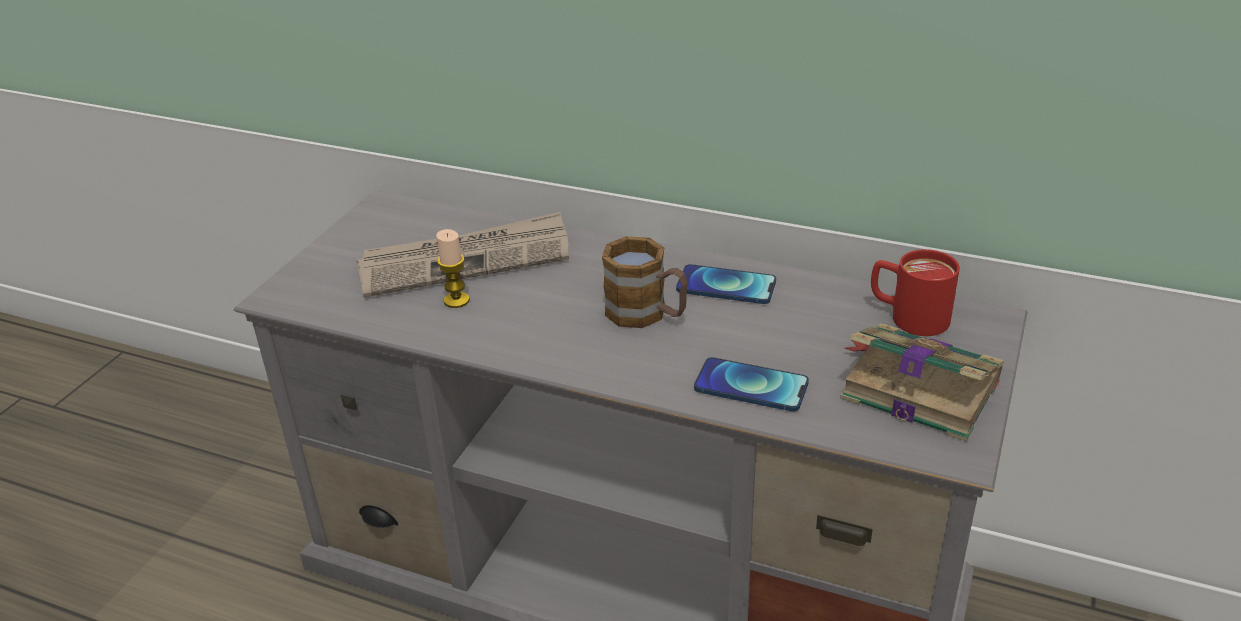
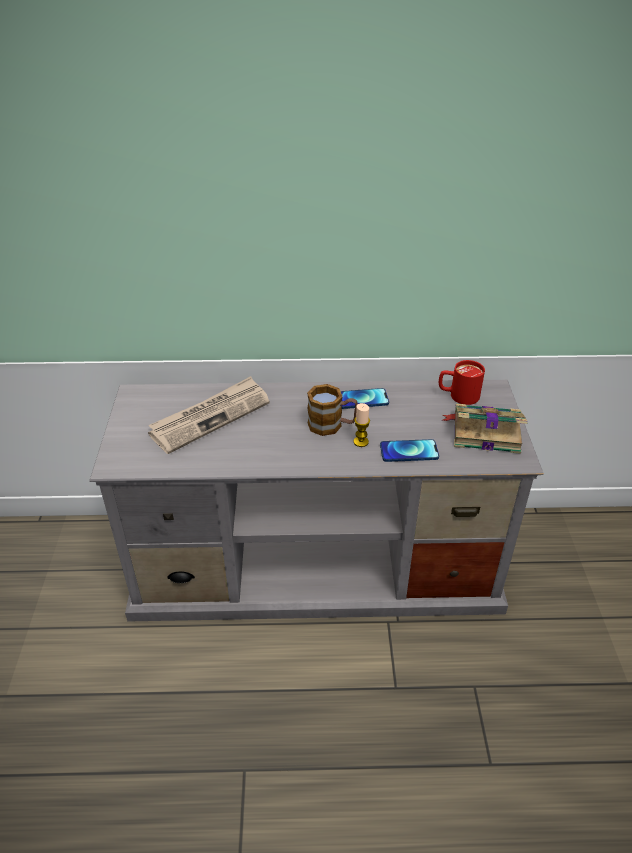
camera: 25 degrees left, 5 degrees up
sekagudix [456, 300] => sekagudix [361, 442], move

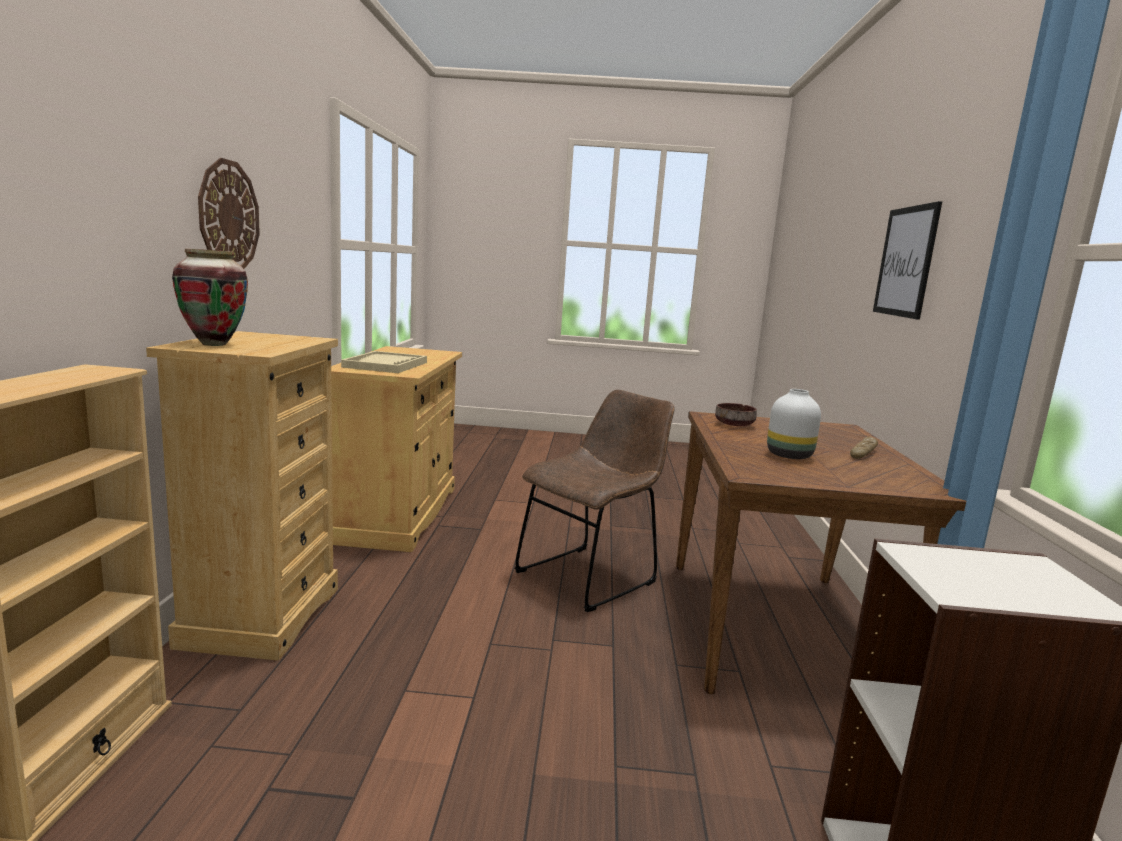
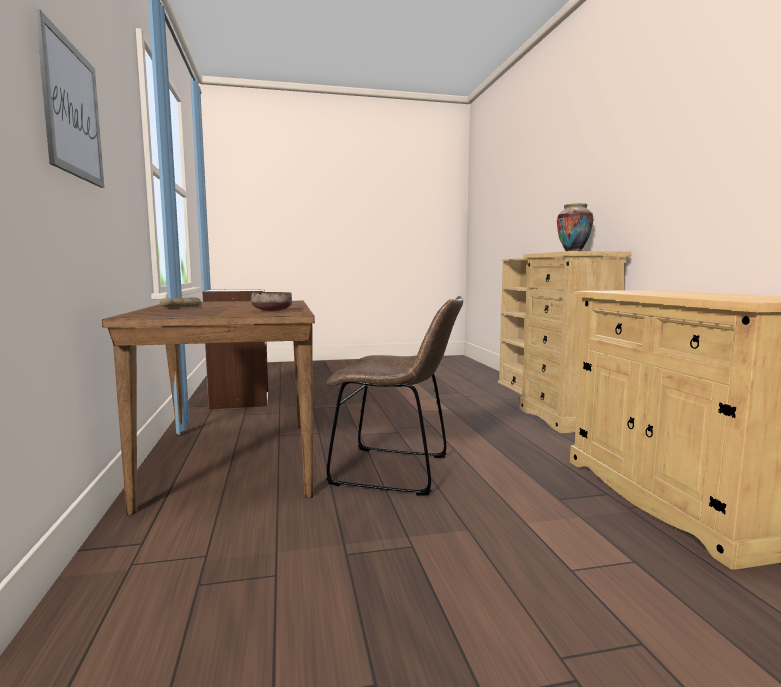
camera: 165 degrees right, 5 degrees down
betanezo [228, 216] => nothing
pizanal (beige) [386, 365] => nothing
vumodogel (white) [788, 455] => nothing
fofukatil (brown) [590, 575] => fofukatil (brown) [398, 471], 105 degrees counterclockwise

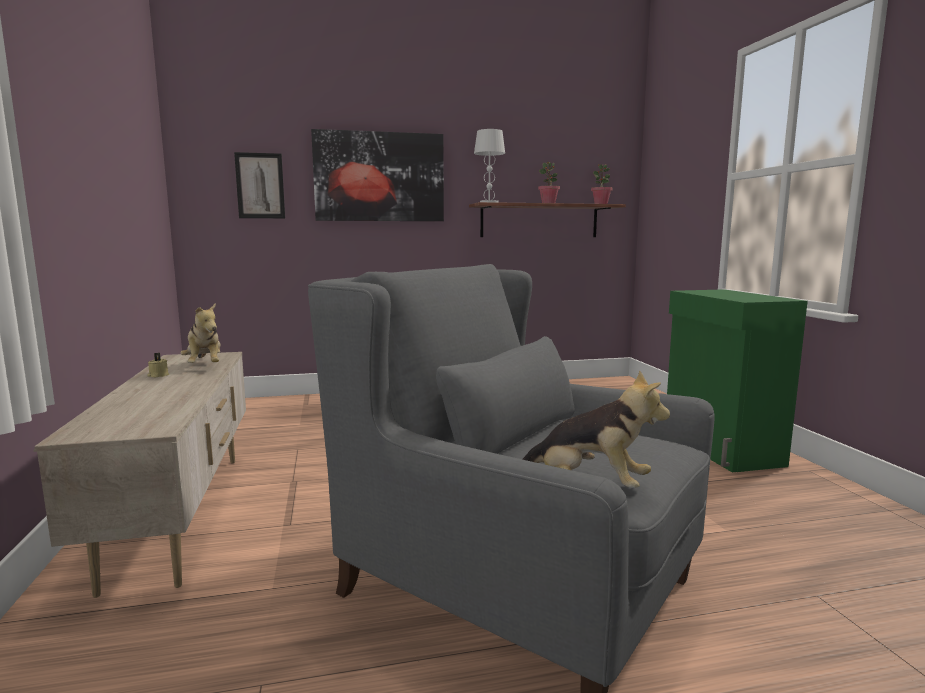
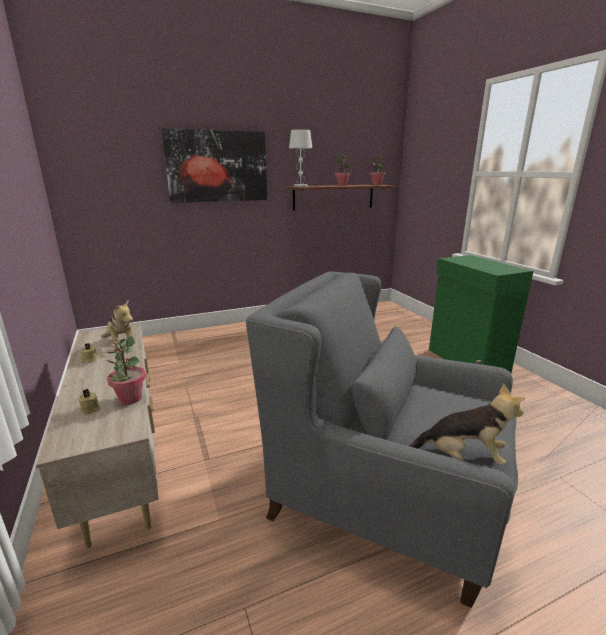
camera: 10 degrees left, 10 degrees up
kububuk [260, 186] => nothing
nothing => sekagudix (beige) [91, 410]
nothing => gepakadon [130, 399]

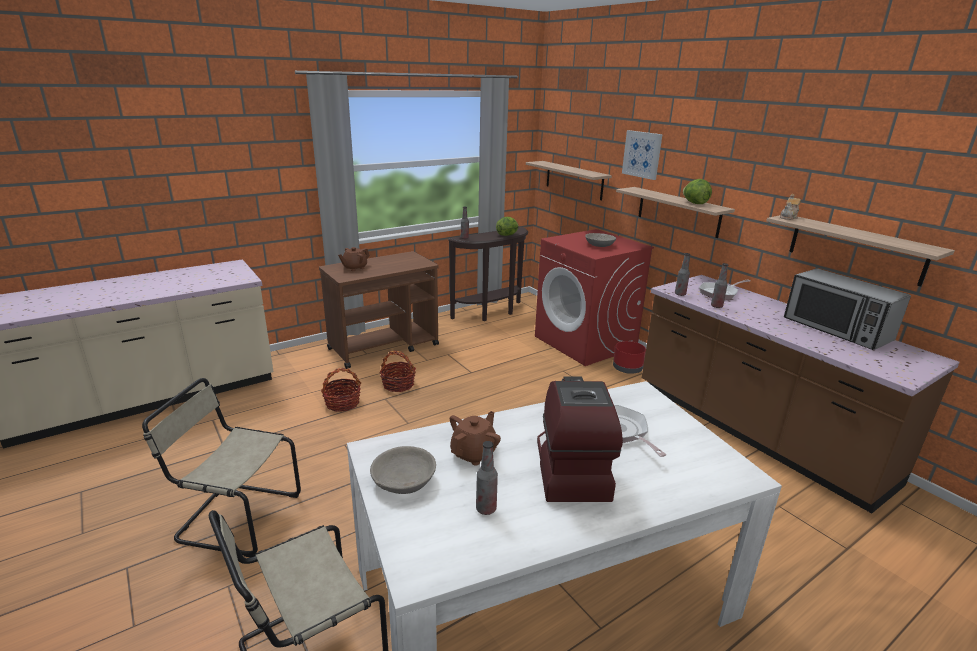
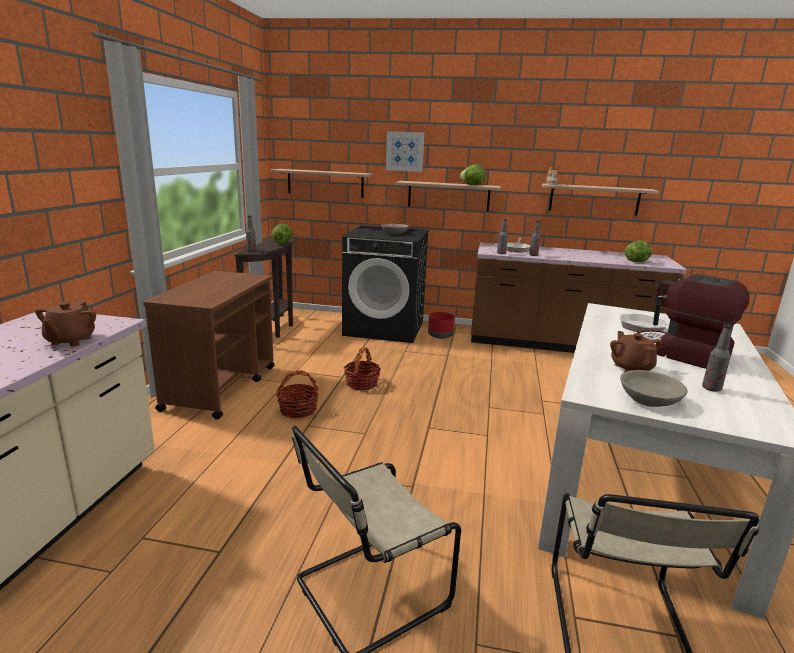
camera: 45 degrees left, 5 degrees down
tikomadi [836, 329] => nothing
nothing => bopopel [637, 262]
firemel [342, 403] => firemel [362, 383], move
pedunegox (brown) [354, 268] => pedunegox (brown) [70, 341], move
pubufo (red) [585, 342] => pubufo (black) [385, 328]

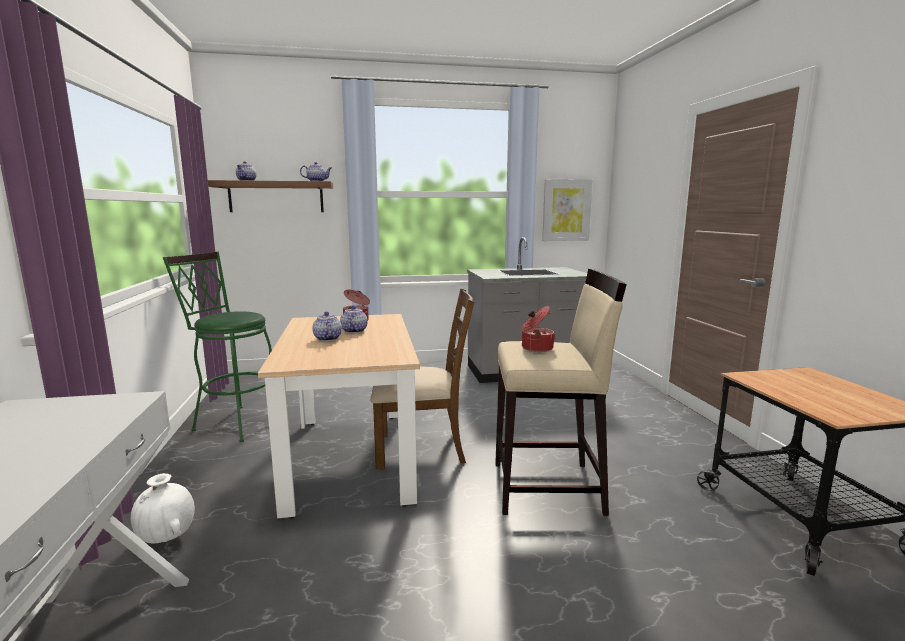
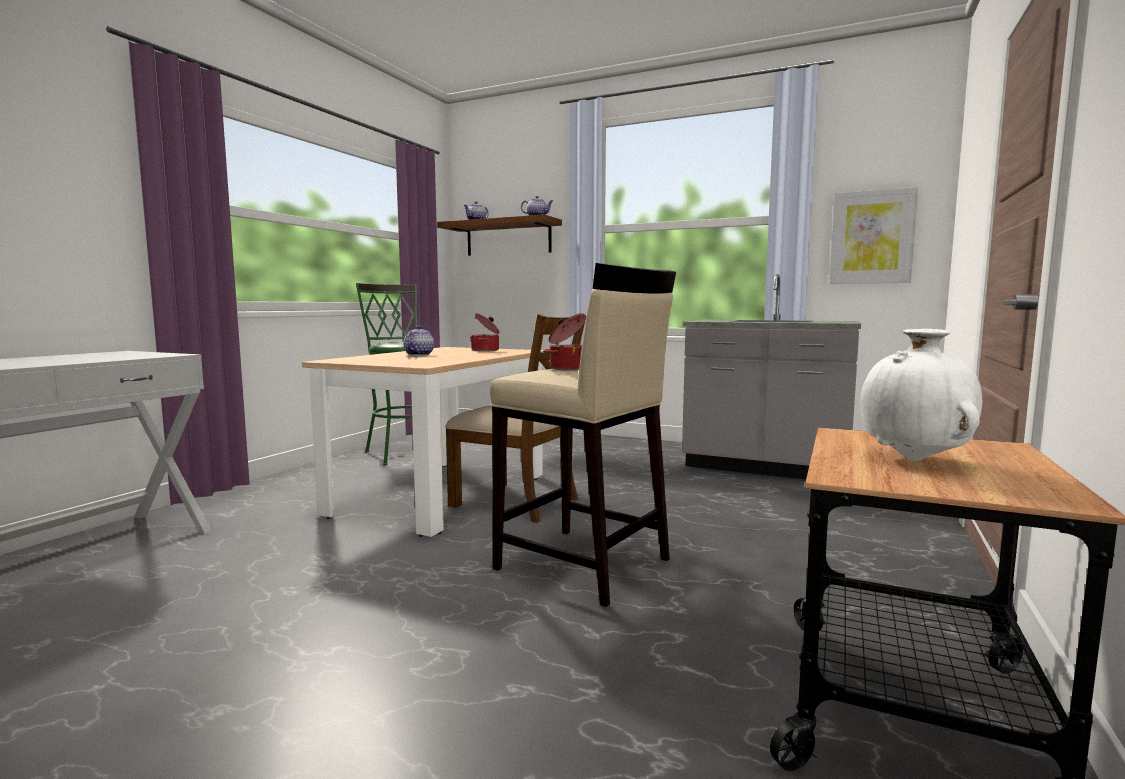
camera: 35 degrees right, 5 degrees down
pedunegox [354, 331] => nothing
vumodogel (white) [167, 540] => vumodogel (white) [914, 460], move

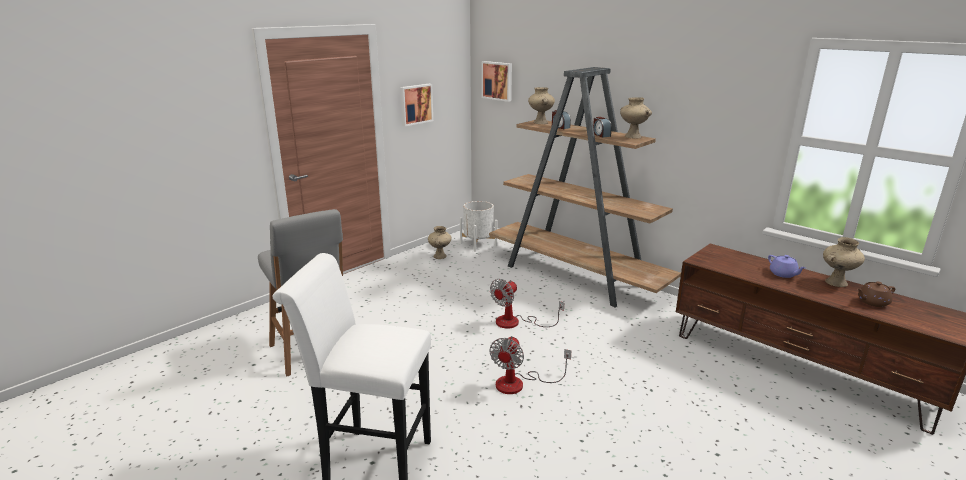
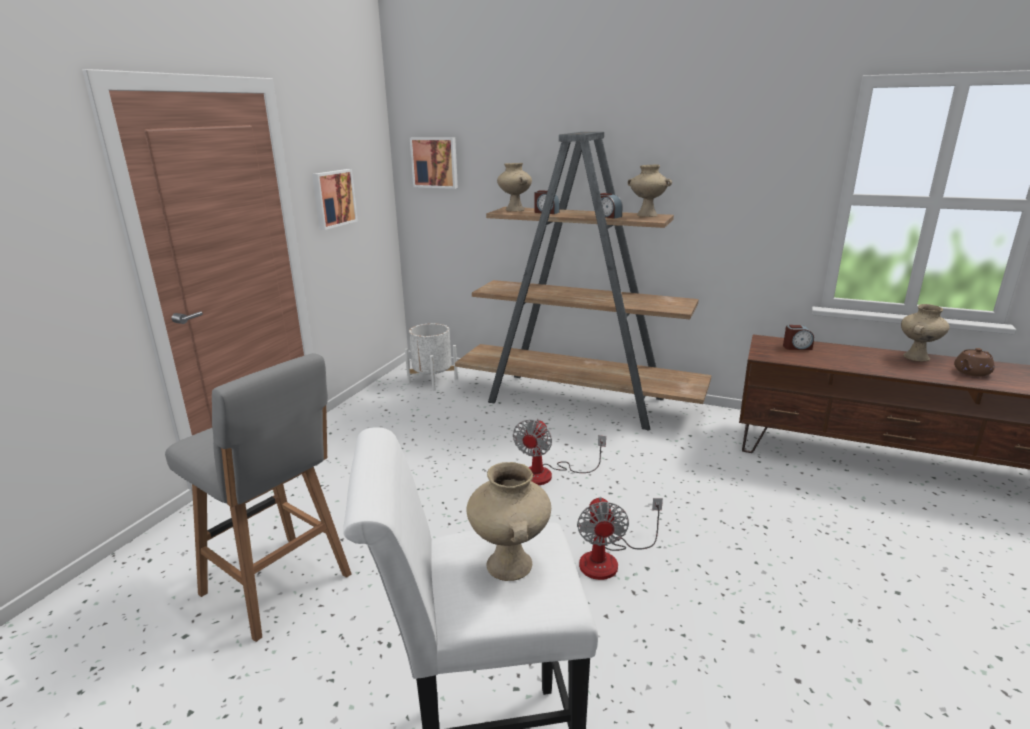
camera: 20 degrees left, 0 degrees up
pedunegox (purple) [783, 274] => nothing
nothing => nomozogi [797, 347]
vumodogel (beige) [440, 256] => vumodogel (beige) [511, 565], move

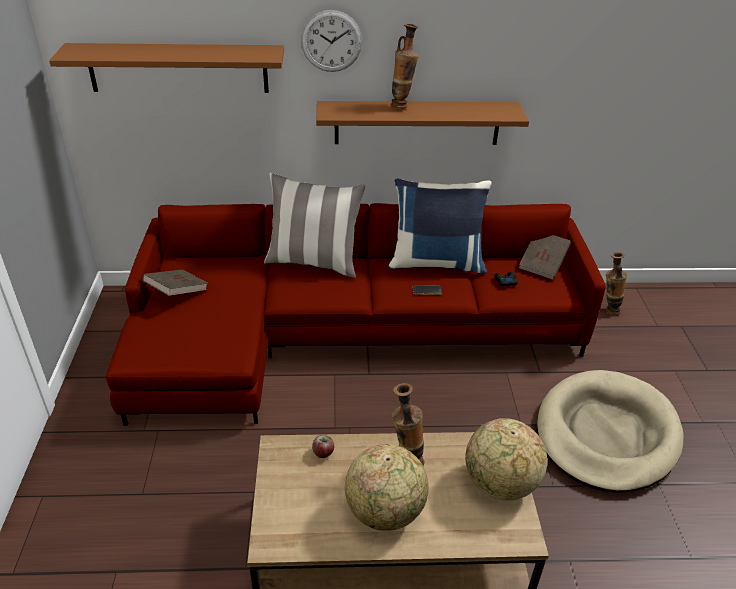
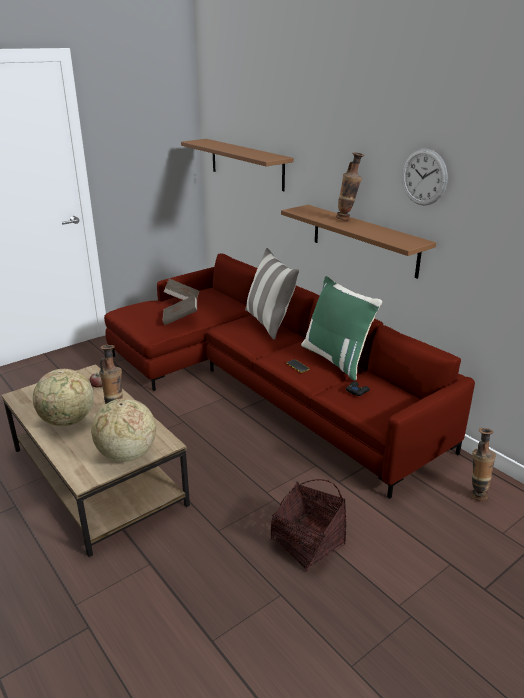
camera: 55 degrees right, 10 degrees down
betanezo [331, 41] => betanezo [424, 177], move
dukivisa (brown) [542, 264] => dukivisa (brown) [180, 319], move
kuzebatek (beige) [606, 434] => firemel [307, 542]
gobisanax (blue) [436, 262] => gobisanax (green) [337, 359]

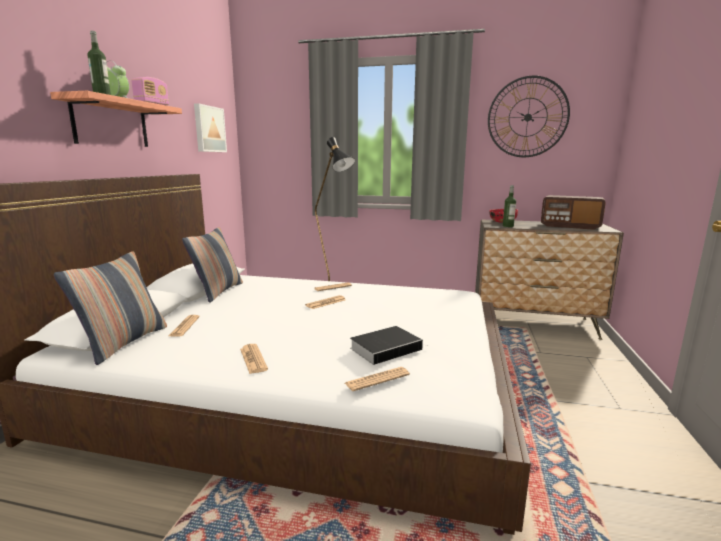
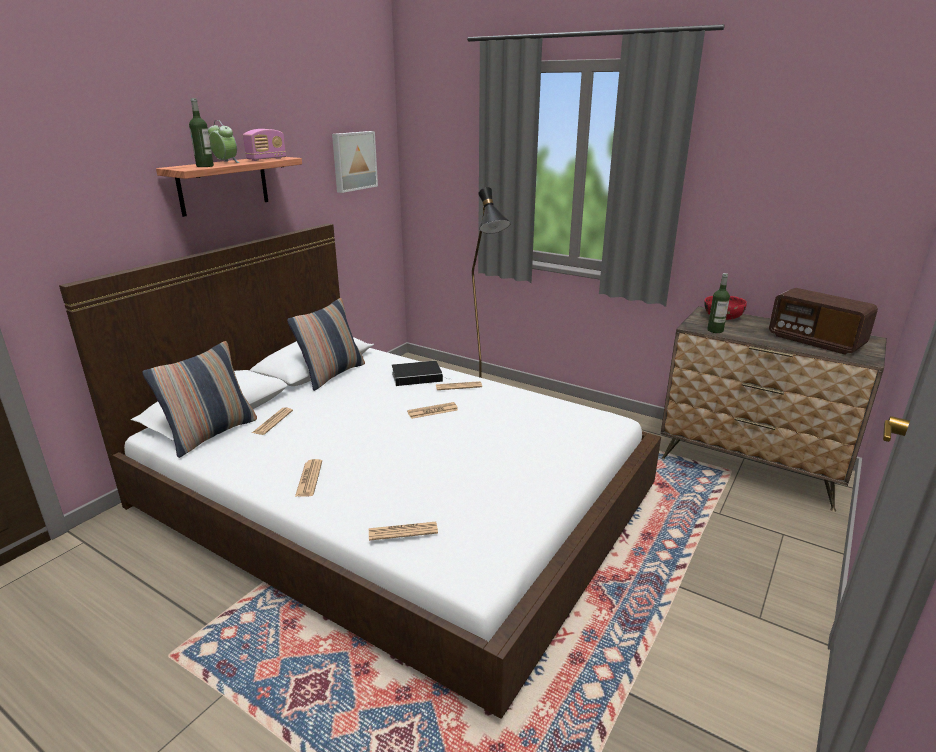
camera: 20 degrees right, 10 degrees up
betanezo [527, 117] => nothing
dukivisa [387, 348] => dukivisa [418, 376], move

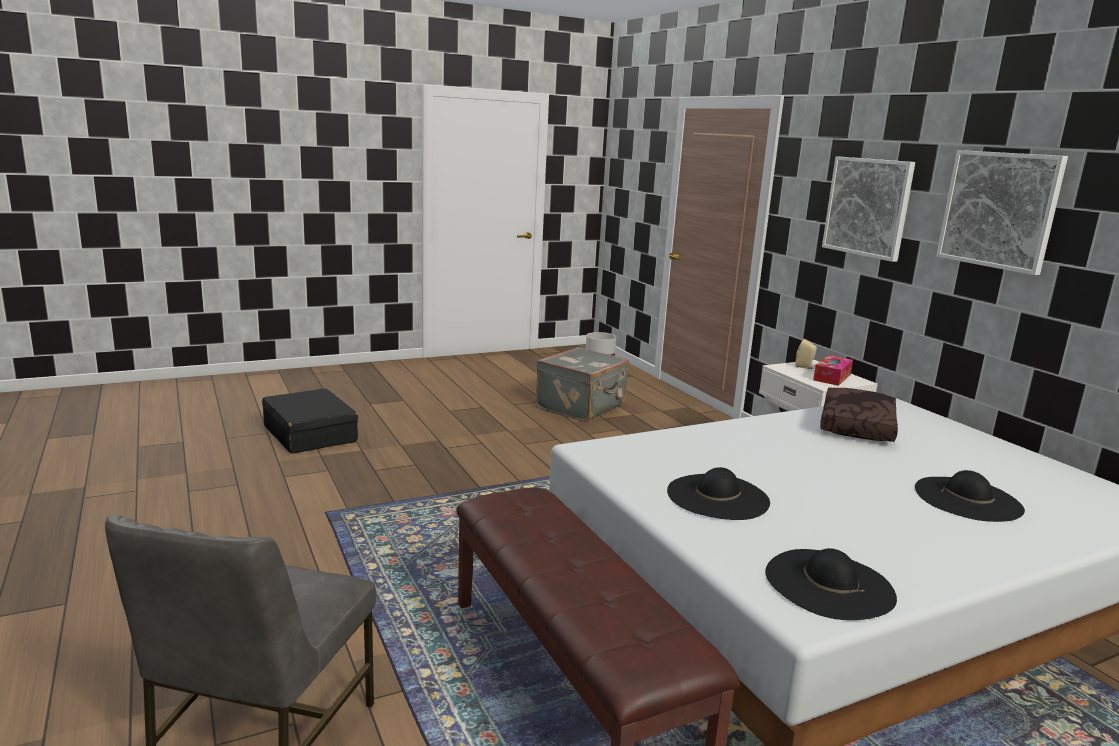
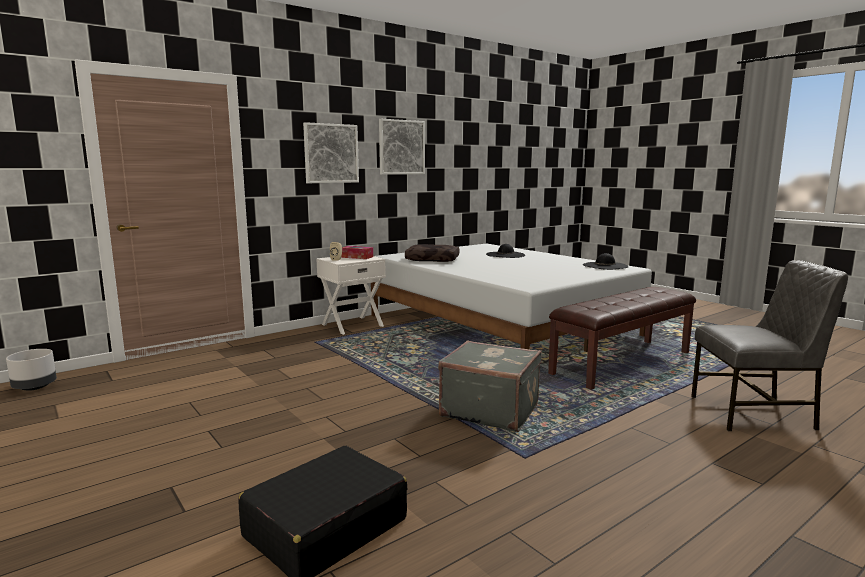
camera: 100 degrees left, 5 degrees down
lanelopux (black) [718, 497] => nothing
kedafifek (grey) [582, 407] => kedafifek (grey) [490, 410], move

